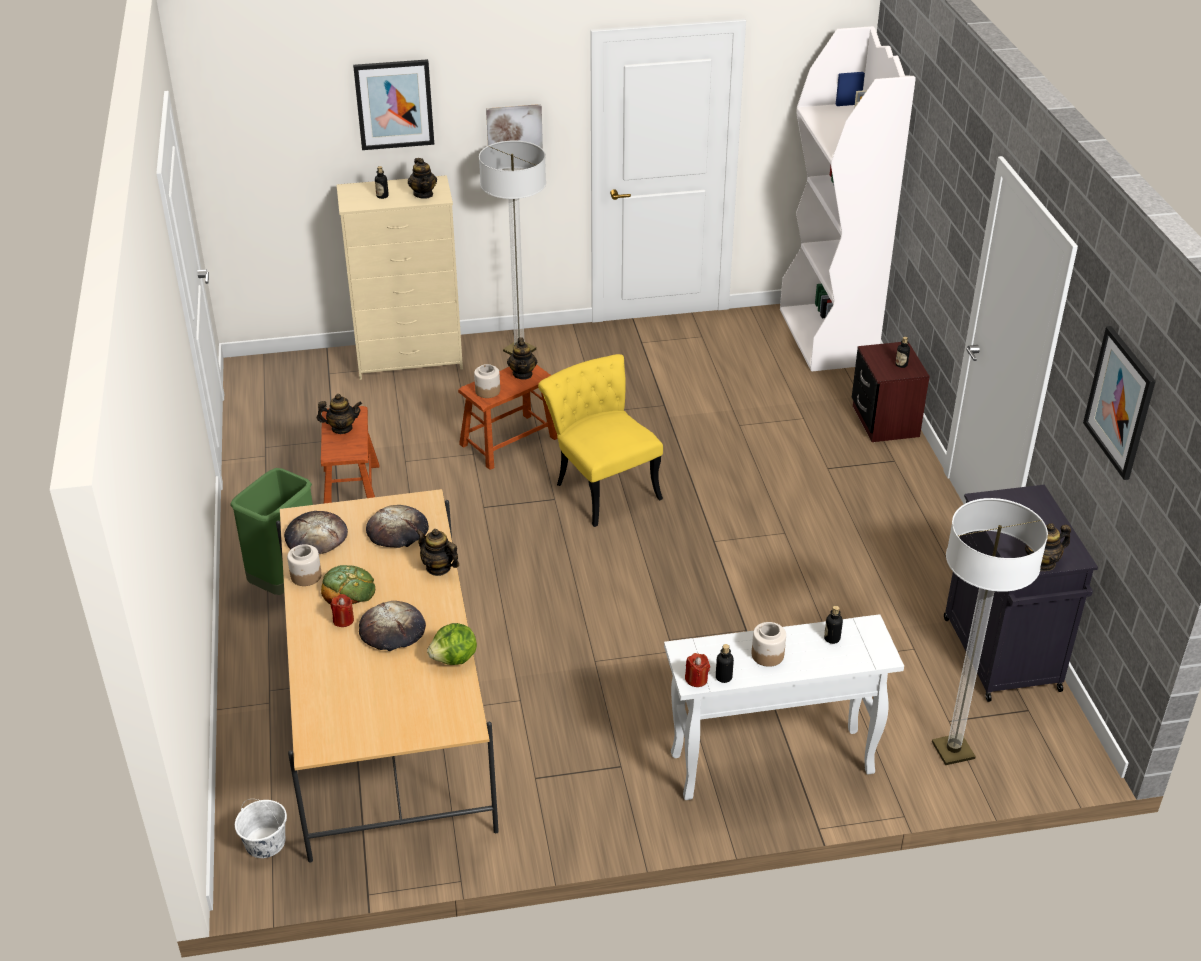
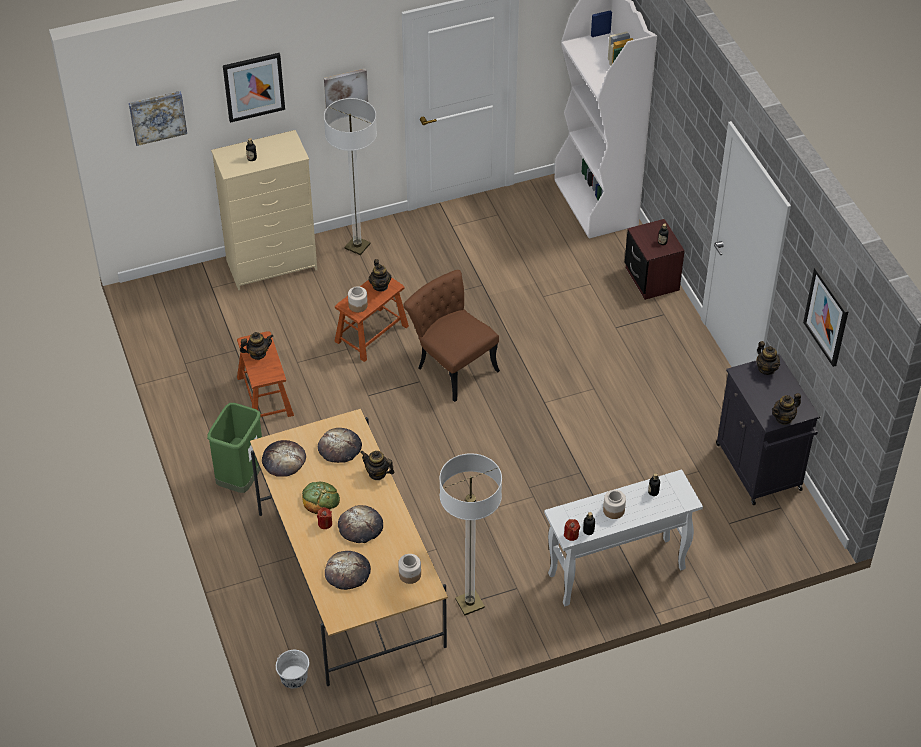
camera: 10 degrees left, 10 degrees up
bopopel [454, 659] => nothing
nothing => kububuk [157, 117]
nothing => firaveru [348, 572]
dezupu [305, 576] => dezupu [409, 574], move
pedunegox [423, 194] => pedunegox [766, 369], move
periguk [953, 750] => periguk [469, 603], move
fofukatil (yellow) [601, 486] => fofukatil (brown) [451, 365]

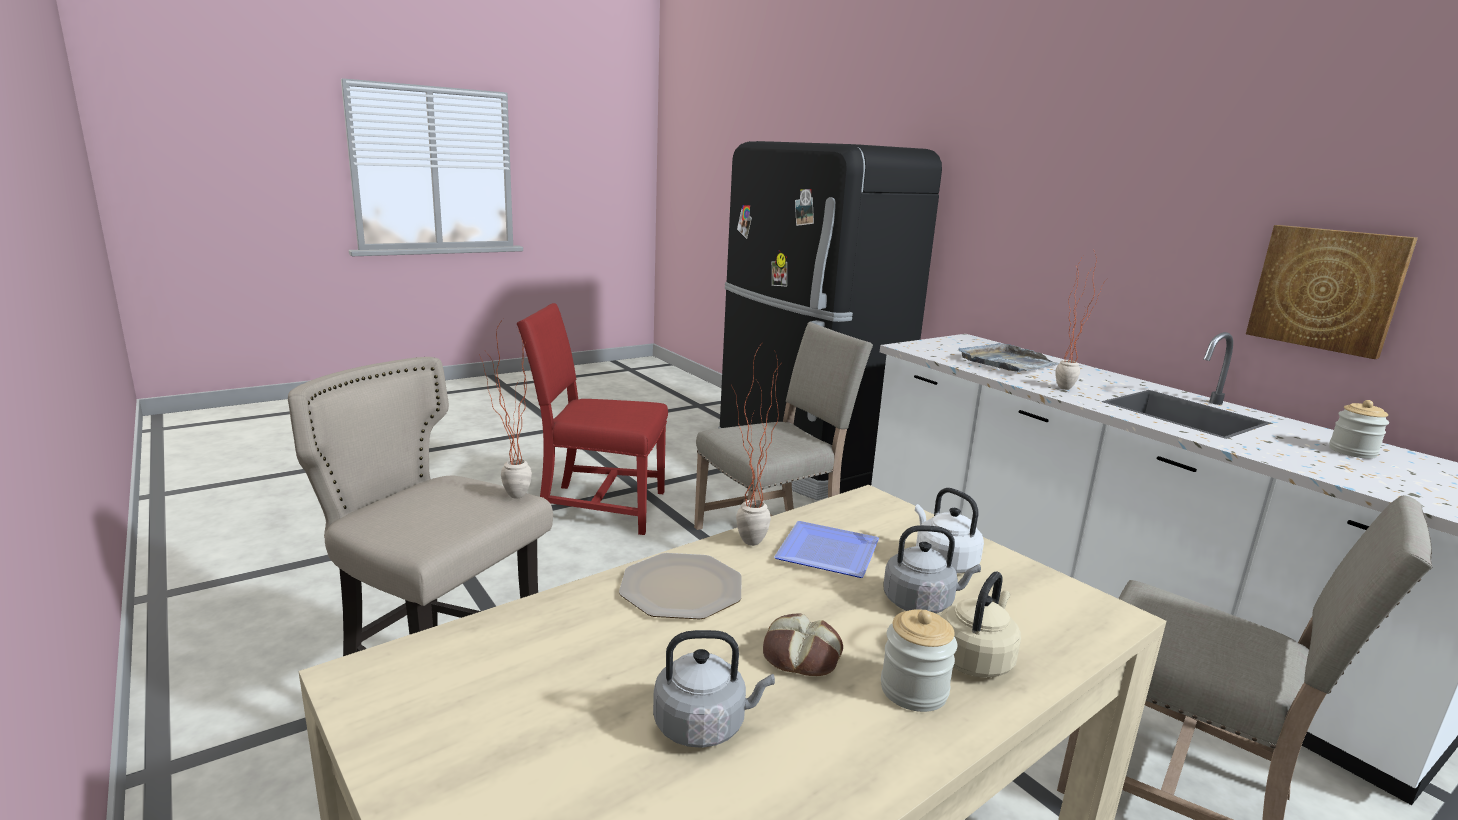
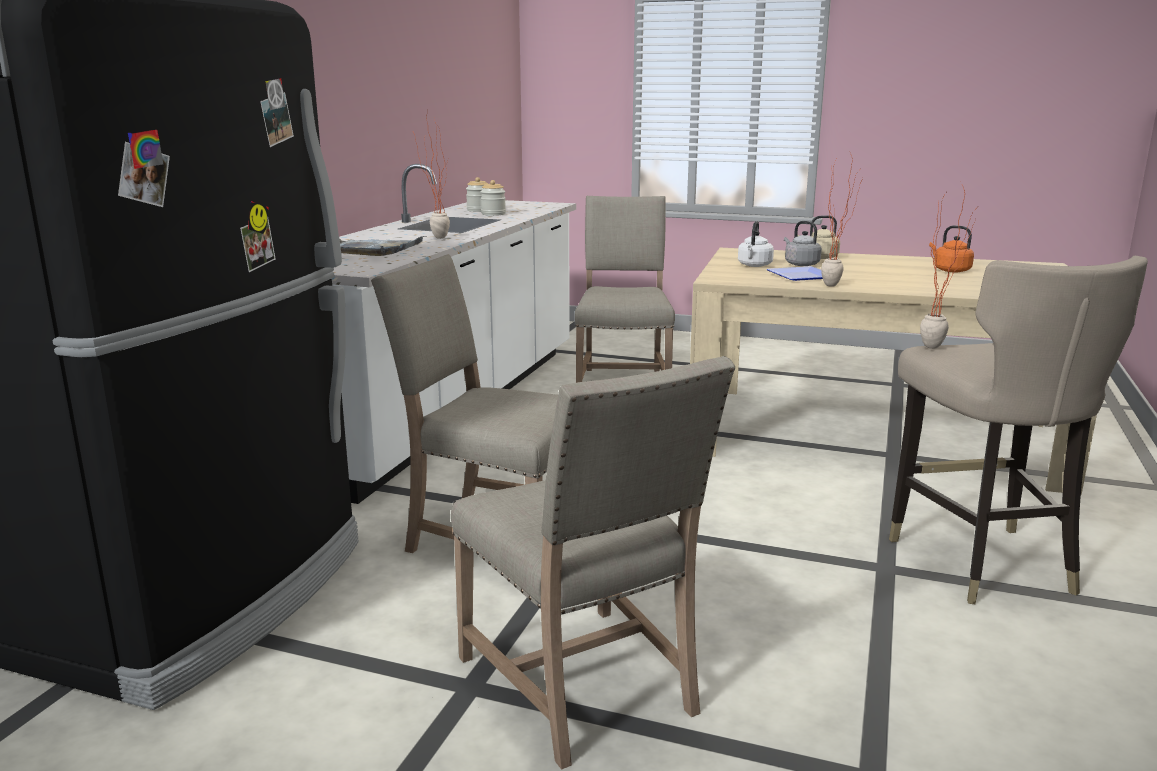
camera: 125 degrees left, 0 degrees up
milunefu [682, 588] => nothing
firaveru [800, 656] => nothing
kububuk [1327, 289] => nothing
dezupu [913, 690] => dezupu [493, 214], move
fofukatil (red) [597, 507] => fofukatil (beige) [584, 686]
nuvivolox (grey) [704, 725] => nuvivolox (orange) [950, 270]

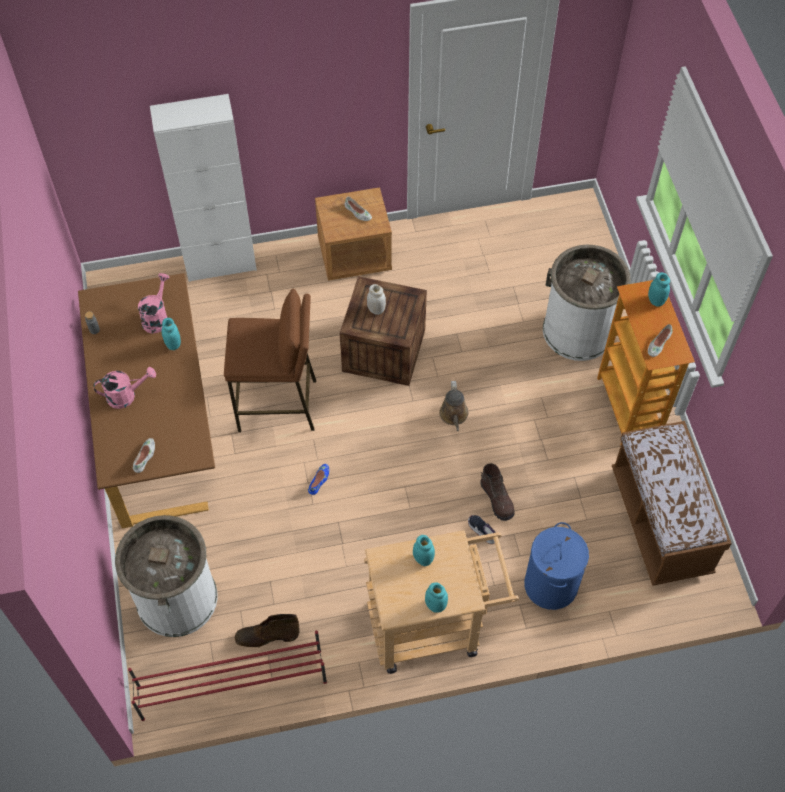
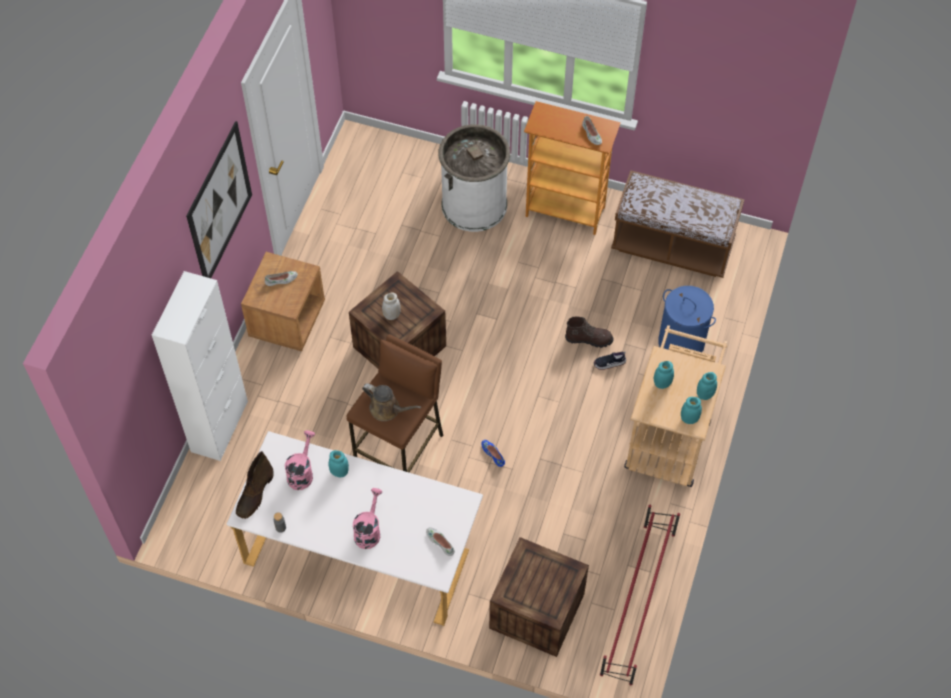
camera: 60 degrees left, 0 degrees up
nothing => kububuk [220, 204]
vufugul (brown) [266, 636] => vufugul (brown) [255, 494], move
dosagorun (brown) [454, 416] => dosagorun (brown) [387, 409], move
dezupu (turquoise) [656, 300] => dezupu (turquoise) [689, 419], move
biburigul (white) [176, 598] => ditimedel [537, 611]
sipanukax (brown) [160, 427] => sipanukax (white) [361, 552]
dosagorun (pink) [157, 317] => dosagorun (pink) [301, 472], 60 degrees clockwise

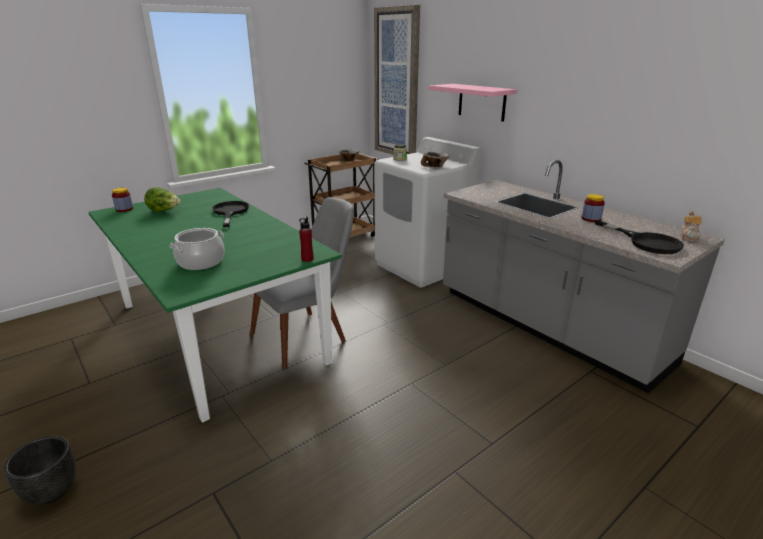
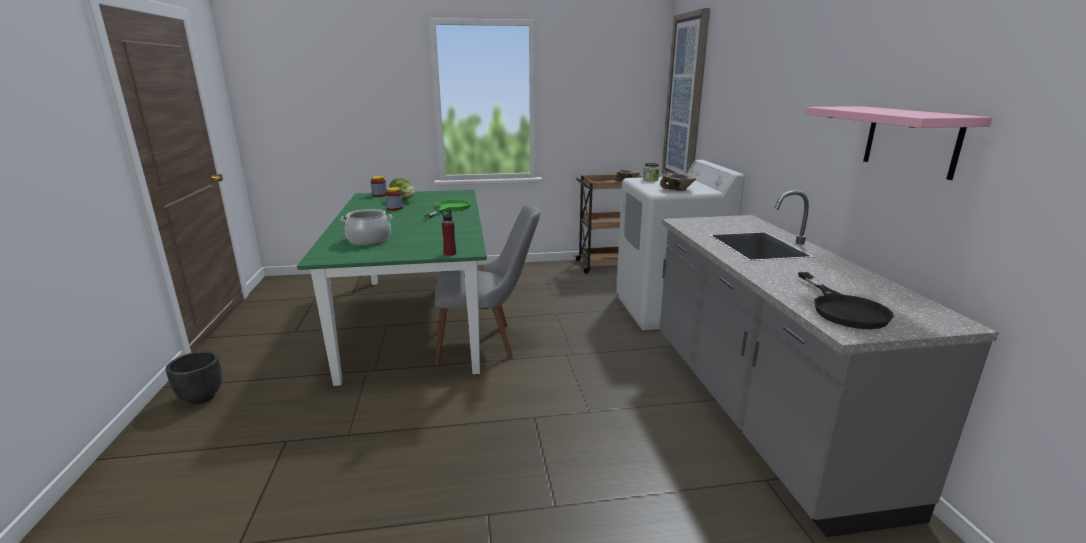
camera: 30 degrees right, 5 degrees down
pedunegox [688, 237] => nothing
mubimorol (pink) [481, 102] => mubimorol (pink) [911, 141], move
dezupu [591, 219] => dezupu [395, 208], move
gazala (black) [230, 212] => gazala (green) [450, 208]

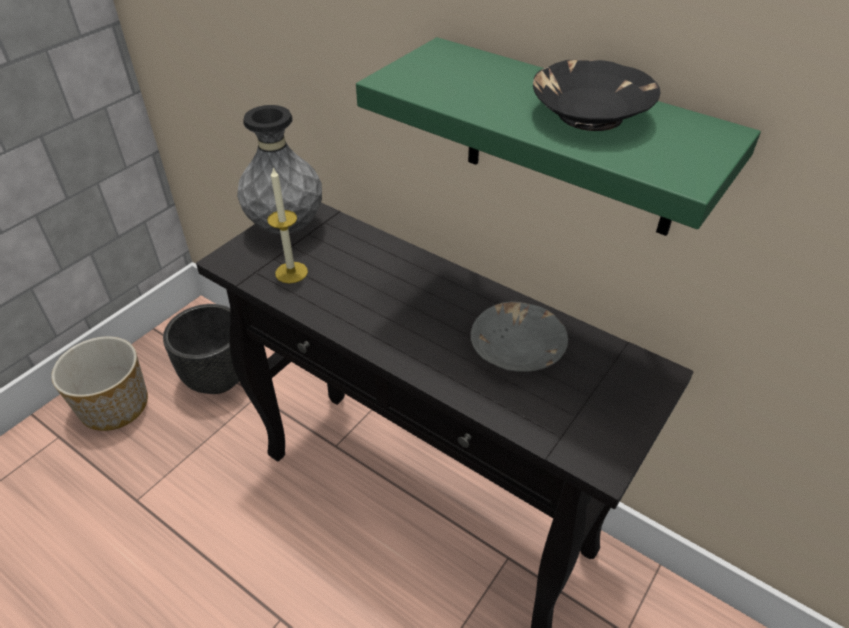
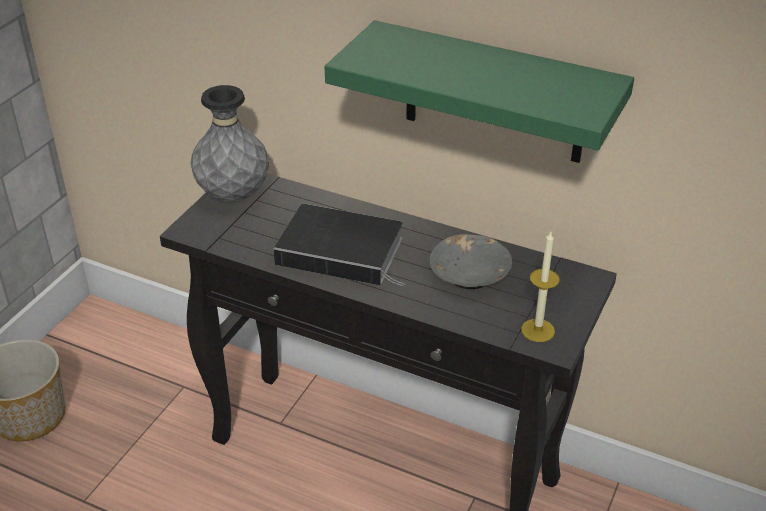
camera: 10 degrees left, 5 degrees down
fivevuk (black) [219, 378] => nothing
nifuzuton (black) [590, 114] => nothing
nothing => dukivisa [344, 251]
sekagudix [291, 272] => sekagudix [538, 330], move

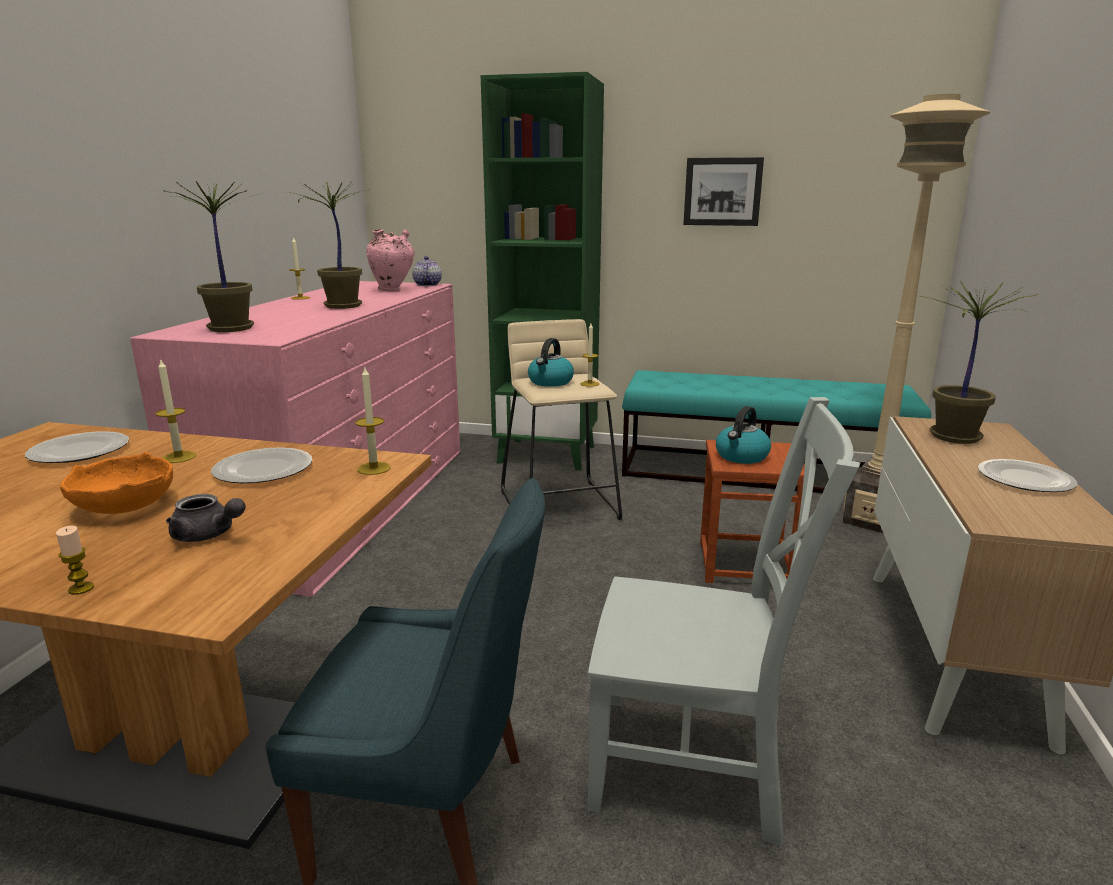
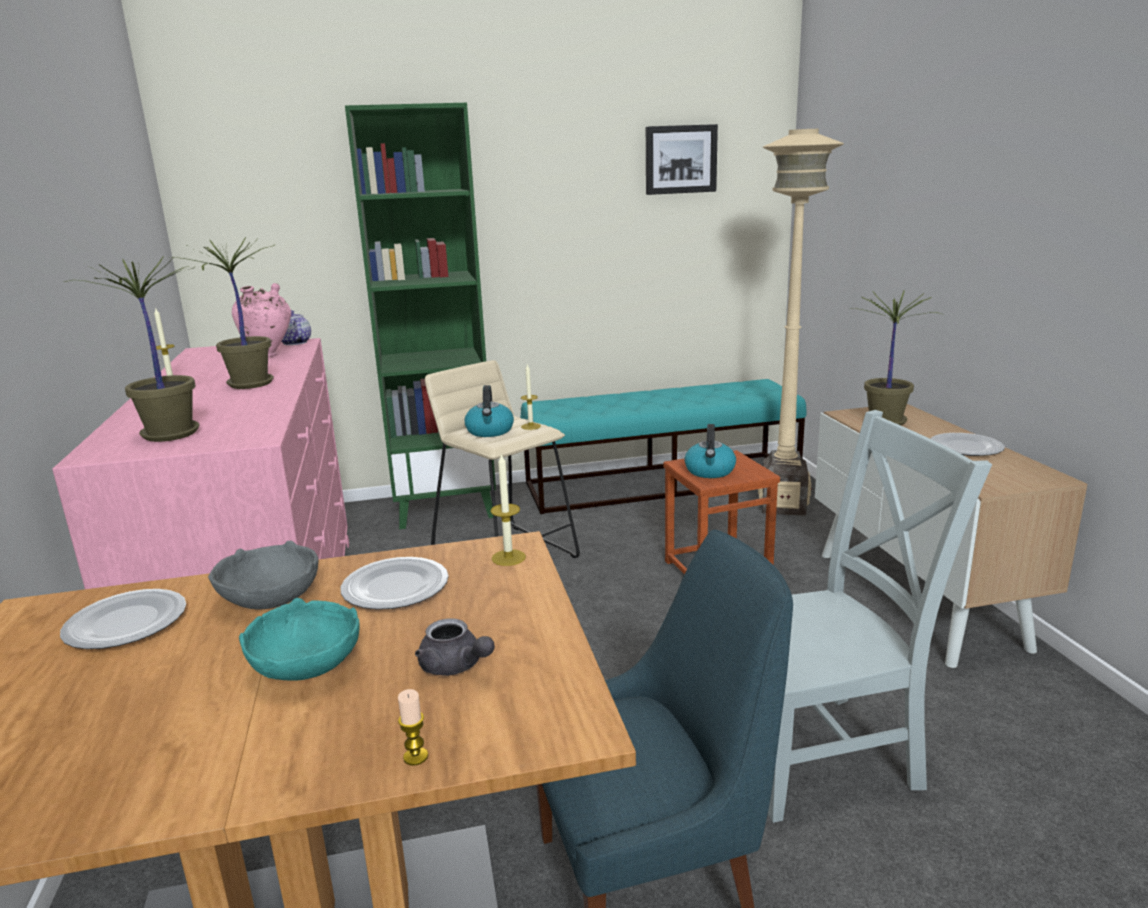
camera: 25 degrees left, 0 degrees up
kububuk [722, 191] => kububuk [680, 159], move
sekagudix [179, 457] => nifuzuton (grey) [271, 598]
nifuzuton (orange) [126, 506] => nifuzuton (turquoise) [307, 665]
pedunegox (grey) [208, 535] => pedunegox (grey) [455, 667], 45 degrees clockwise

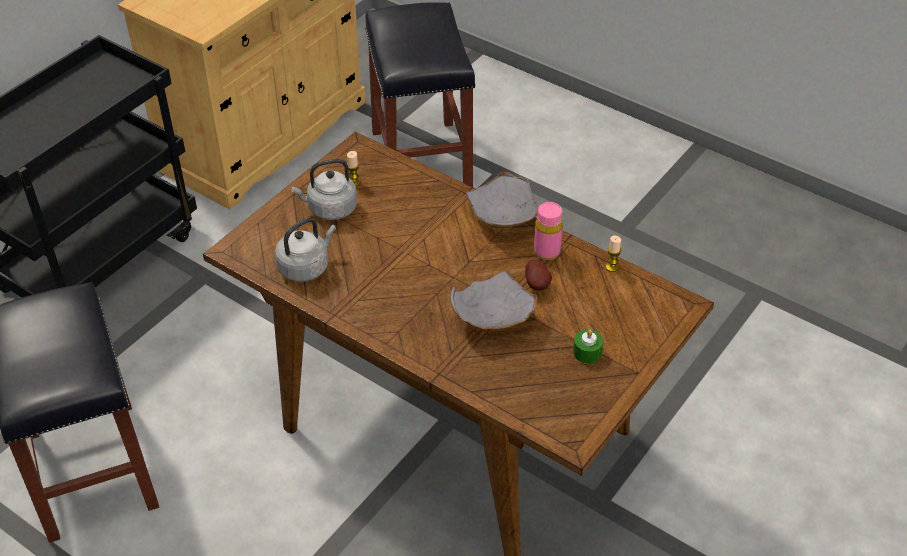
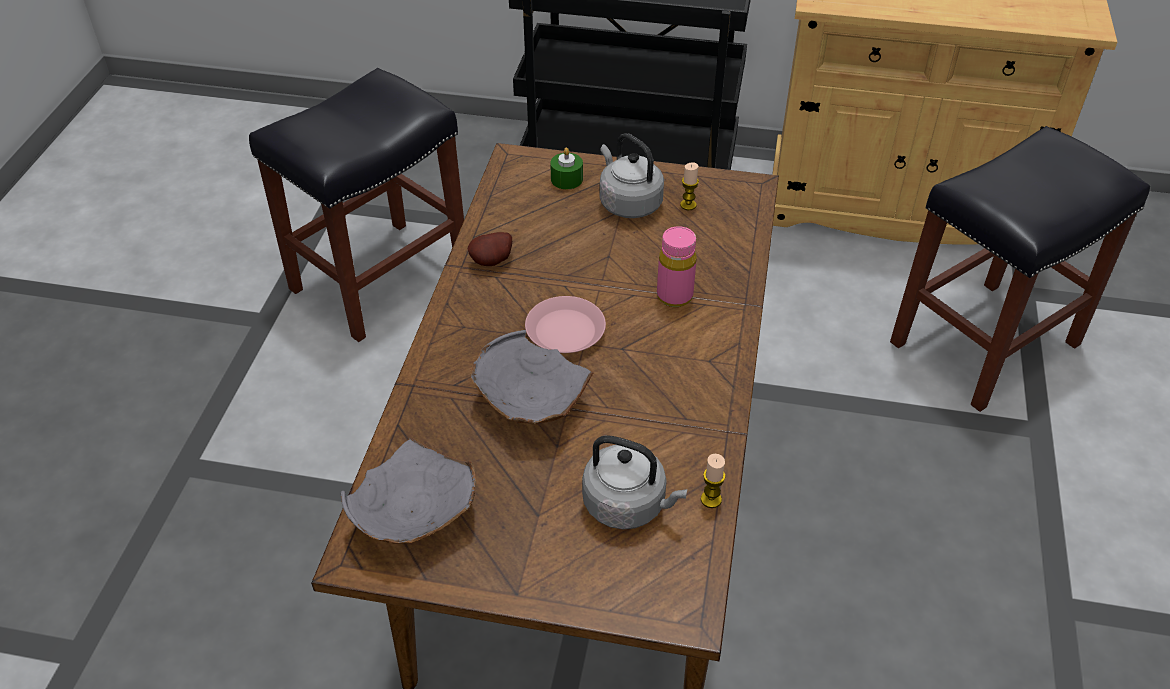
camera: 65 degrees right, 0 degrees up
nothing => milunefu (pink) [566, 331]
nuvivolox (grey) [306, 267] => nuvivolox (grey) [628, 505], move
nifuzuton (grey) [504, 220] => nifuzuton (grey) [415, 518], move
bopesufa [538, 284] => bopesufa [493, 262], move
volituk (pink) [546, 252] => volituk (pink) [674, 296], move
sekagudix (green) [587, 352] => sekagudix (green) [566, 179], move

